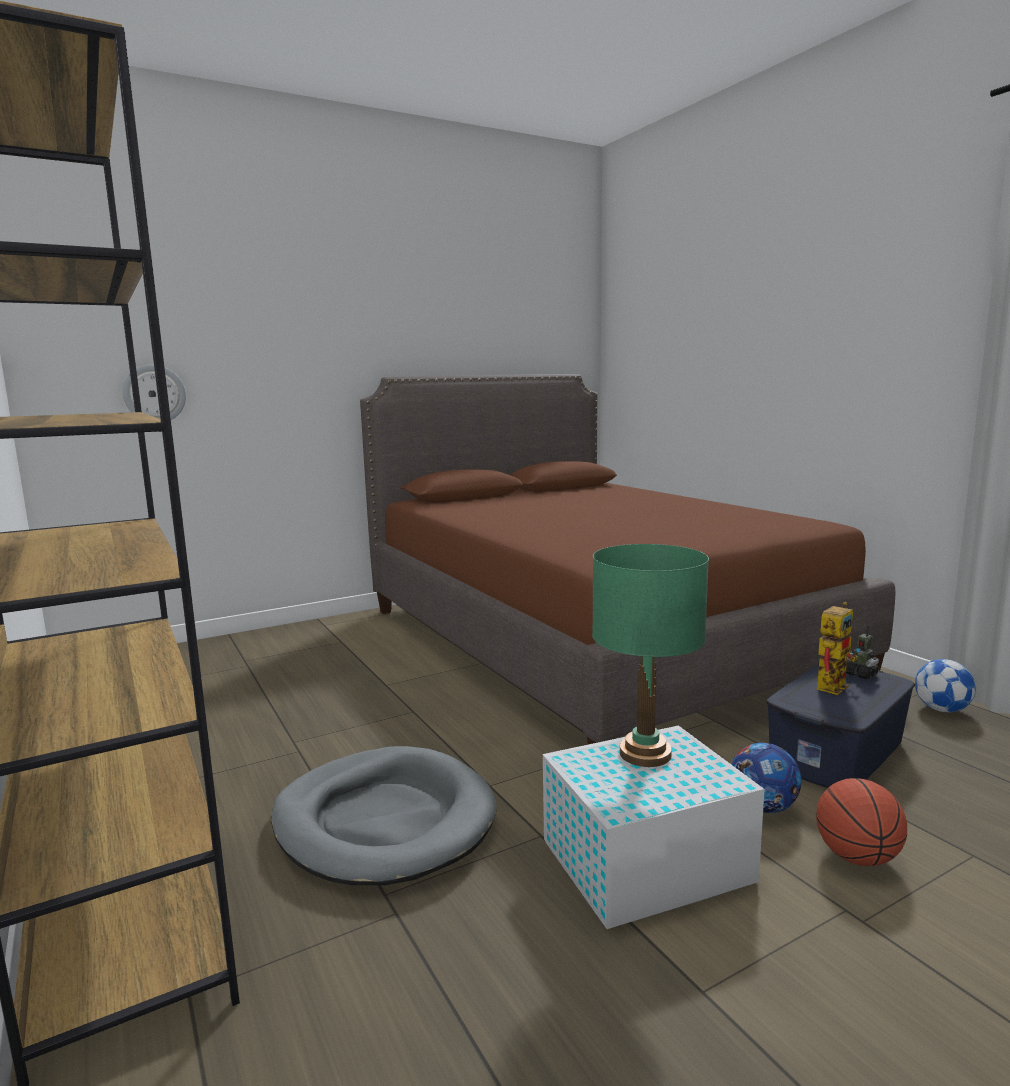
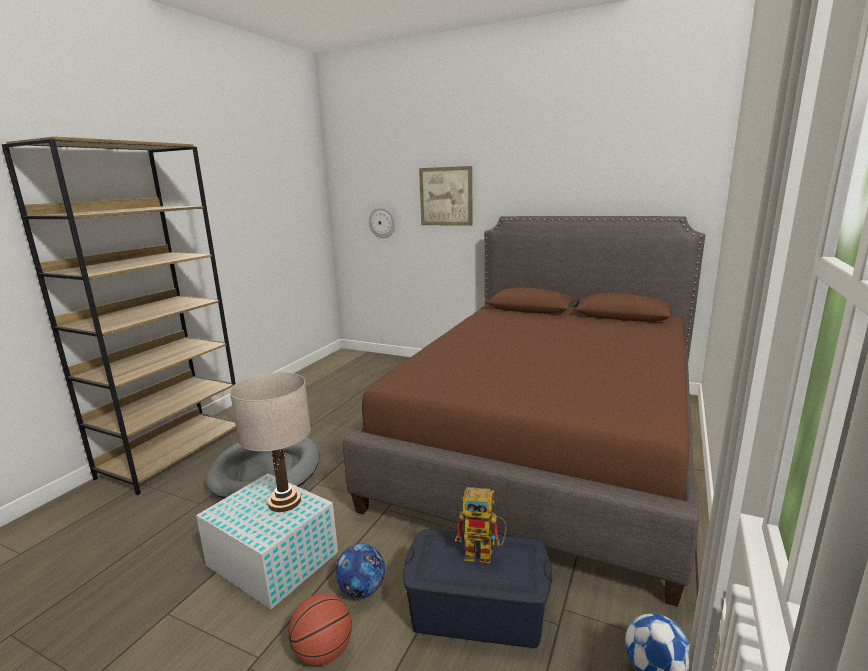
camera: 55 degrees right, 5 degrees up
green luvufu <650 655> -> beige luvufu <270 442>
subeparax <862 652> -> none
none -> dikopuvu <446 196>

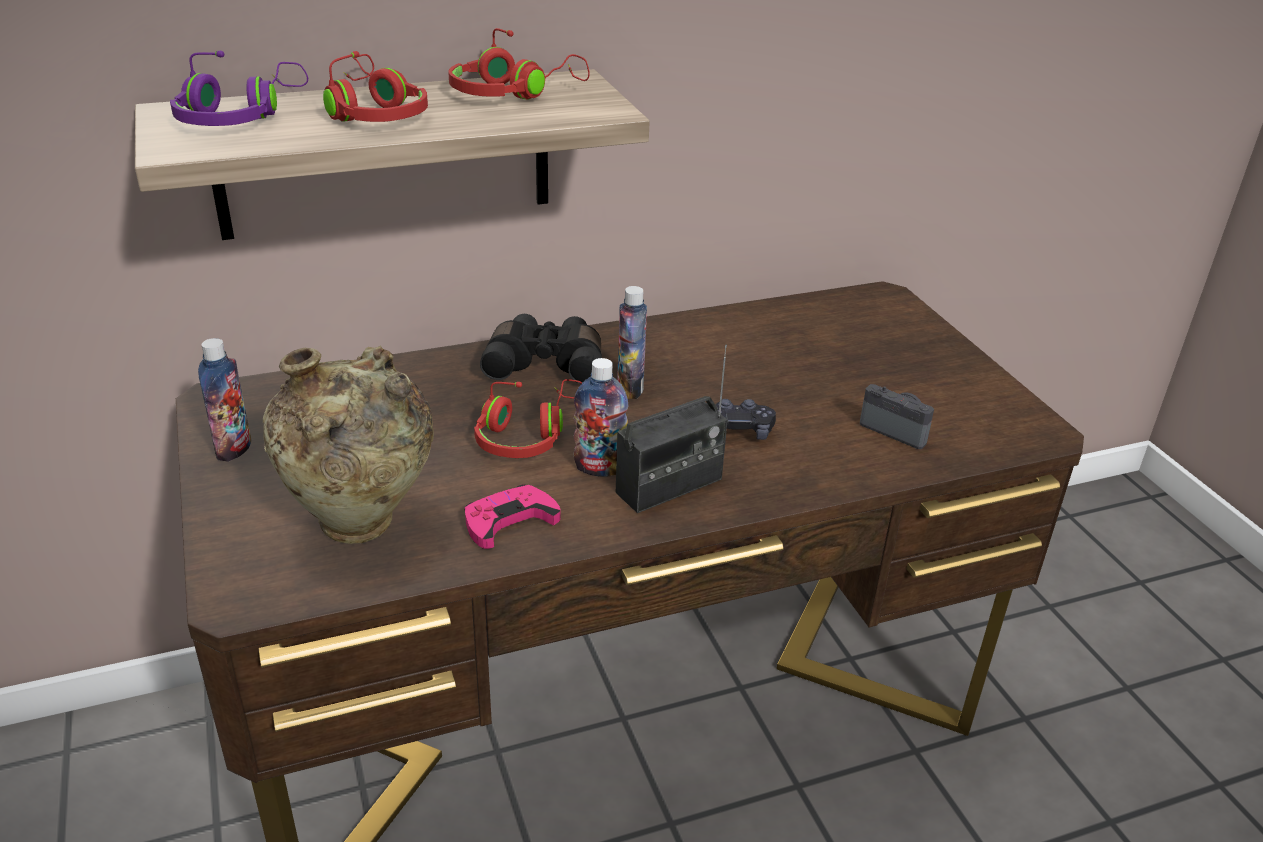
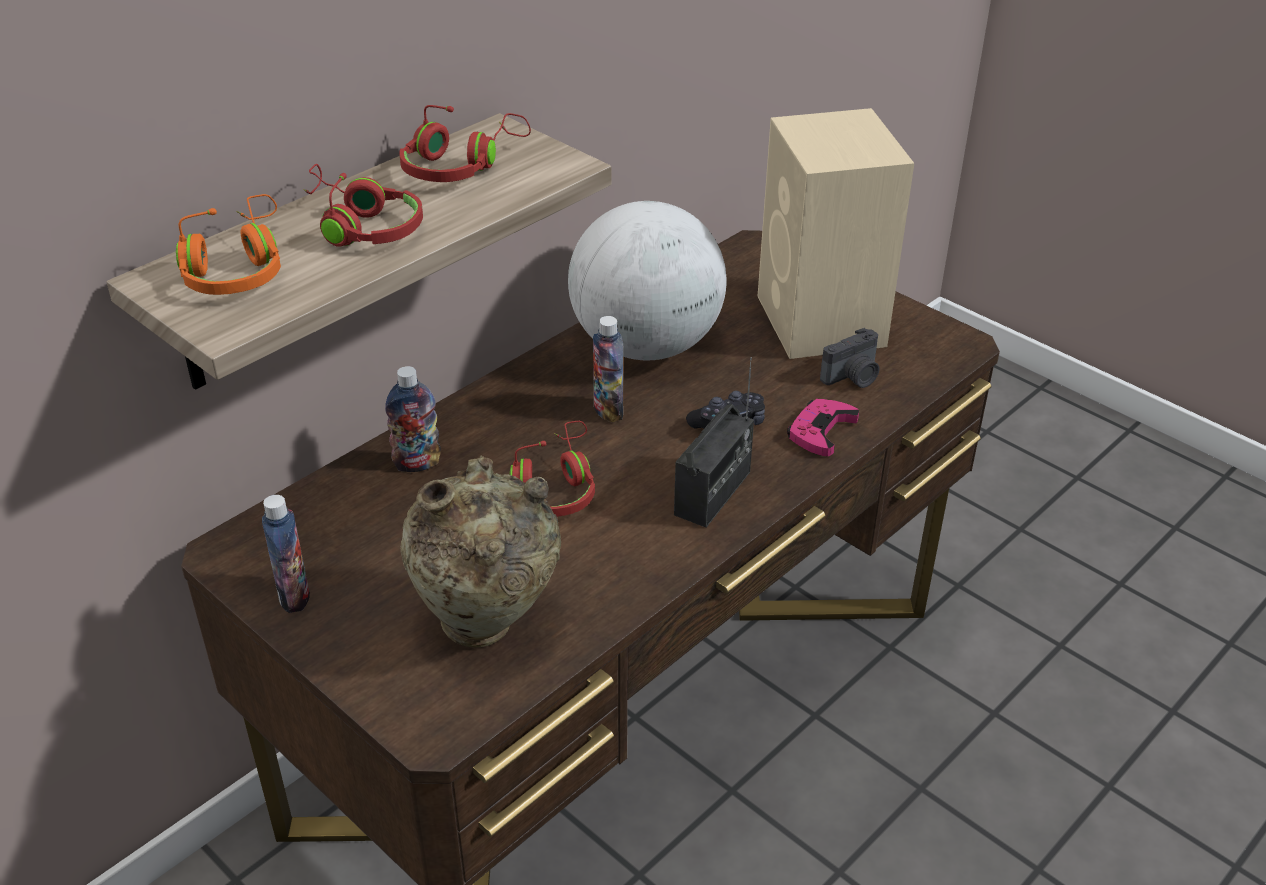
camera: 25 degrees left, 5 degrees up
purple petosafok <239 88> -> orange petosafok <228 244>
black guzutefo <541 349> -> none
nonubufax <601 417> -> nonubufax <413 419>, moved
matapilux <897 416> -> matapilux <849 358>, 135 degrees clockwise
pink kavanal <512 516> -> pink kavanal <823 427>, moved
none -> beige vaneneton <835 233>
none -> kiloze <647 280>

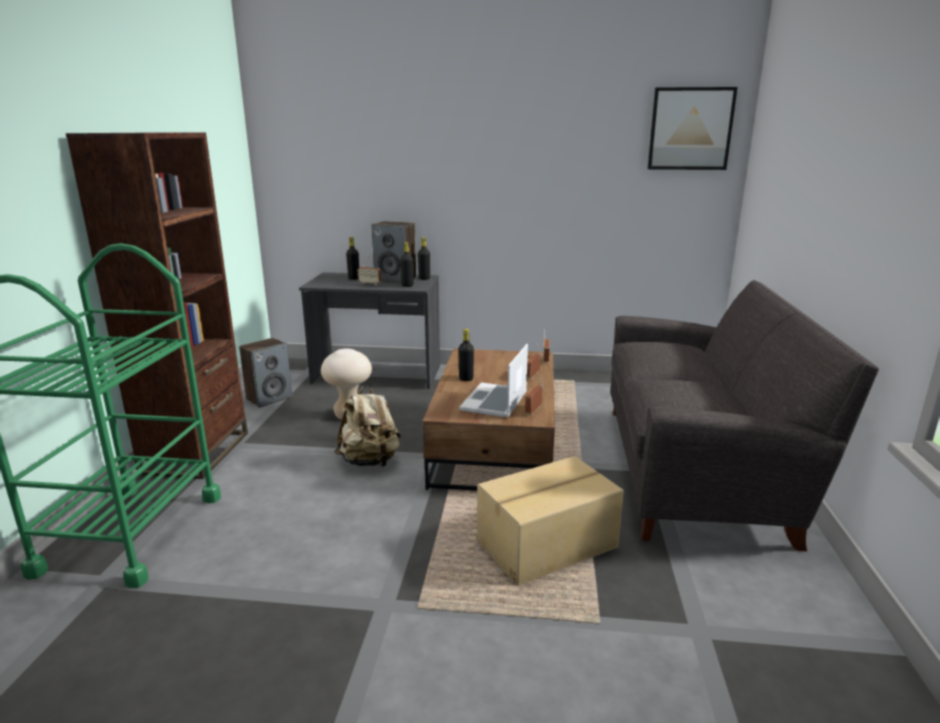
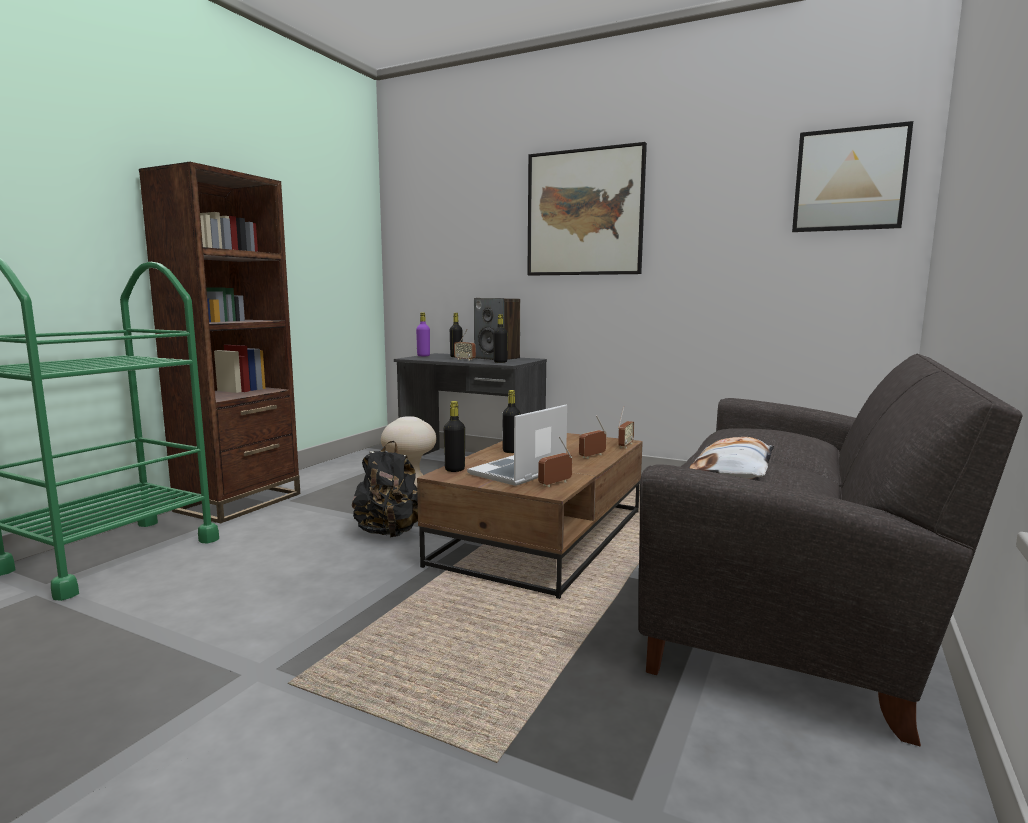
camera: 20 degrees right, 10 degrees down
black nonubufax <424 258> -> black nonubufax <454 436>, moved
vaneneton <265 373> -> none
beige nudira <368 425> -> black nudira <385 489>
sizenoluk <550 520> -> none
none -> dikopuvu <587 209>
none -> purple nonubufax <423 334>
none -> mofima <732 458>

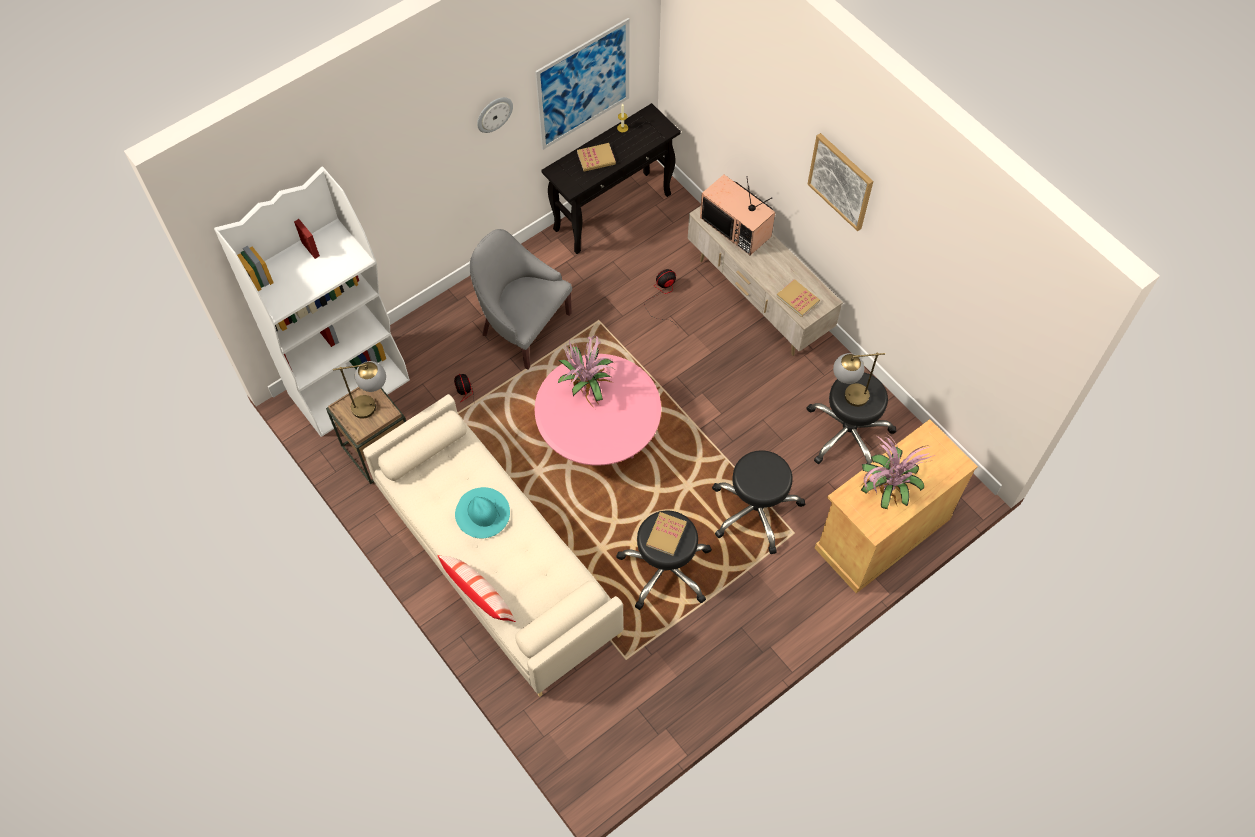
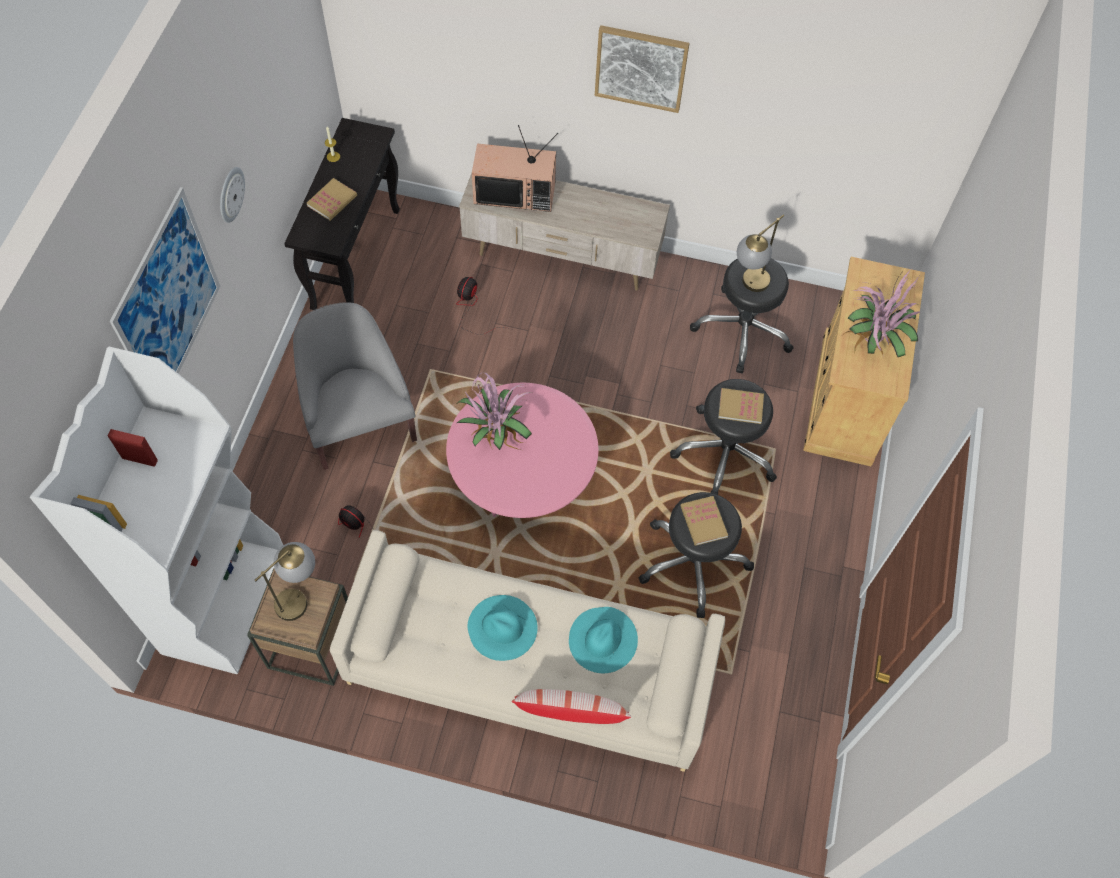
camera: 40 degrees left, 0 degrees up
dikopuvu <582 84> -> dikopuvu <165 280>, moved
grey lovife <521 299> -> grey lovife <355 386>, 75 degrees clockwise
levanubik <798 298> -> levanubik <741 406>, moved
none -> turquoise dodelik <603 640>

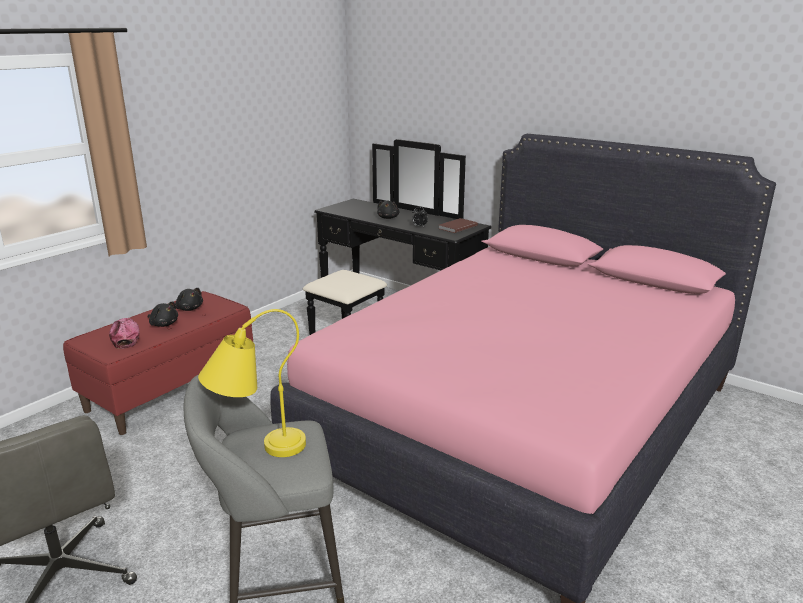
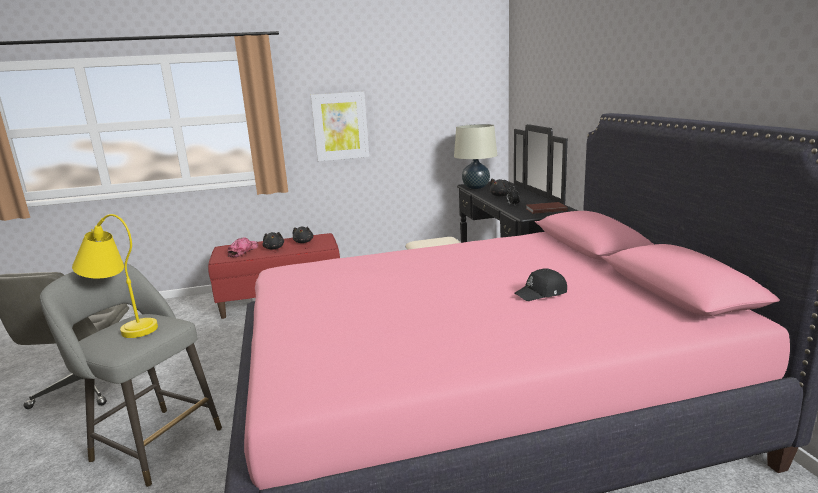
camera: 40 degrees right, 5 degrees down
none -> dikopuvu <340 126>
none -> beige luvufu <475 156>
none -> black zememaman <540 284>

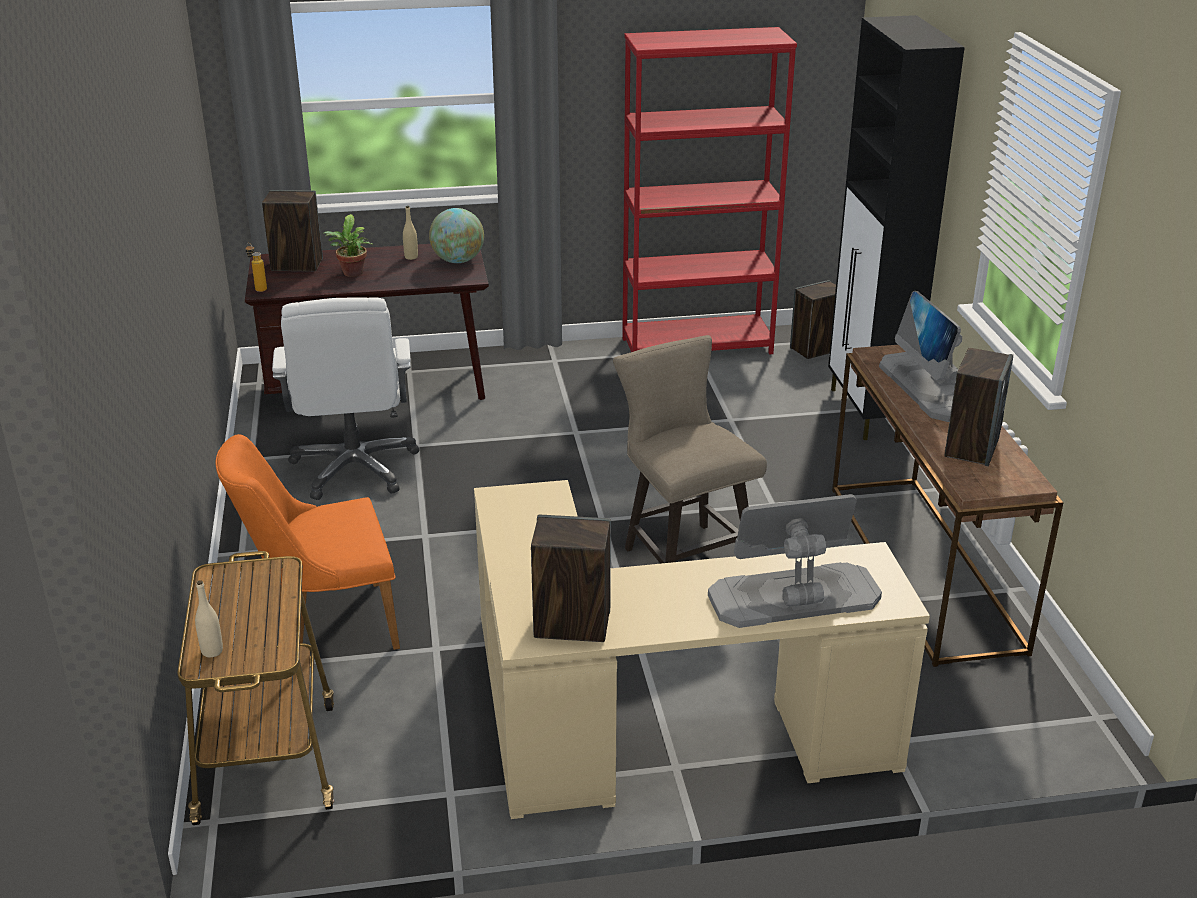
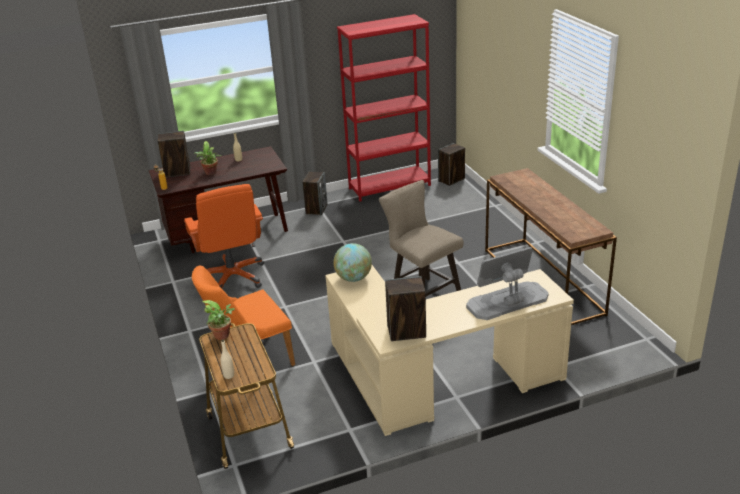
camera: 10 degrees left, 0 degrees up
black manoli <896 227> -> none
kiloze <456 235> -> kiloze <352 262>, moved
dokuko <920 356> -> none
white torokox <346 398> -> orange torokox <224 236>
vaneneton <978 407> -> vaneneton <314 193>, moved
none -> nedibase <218 320>

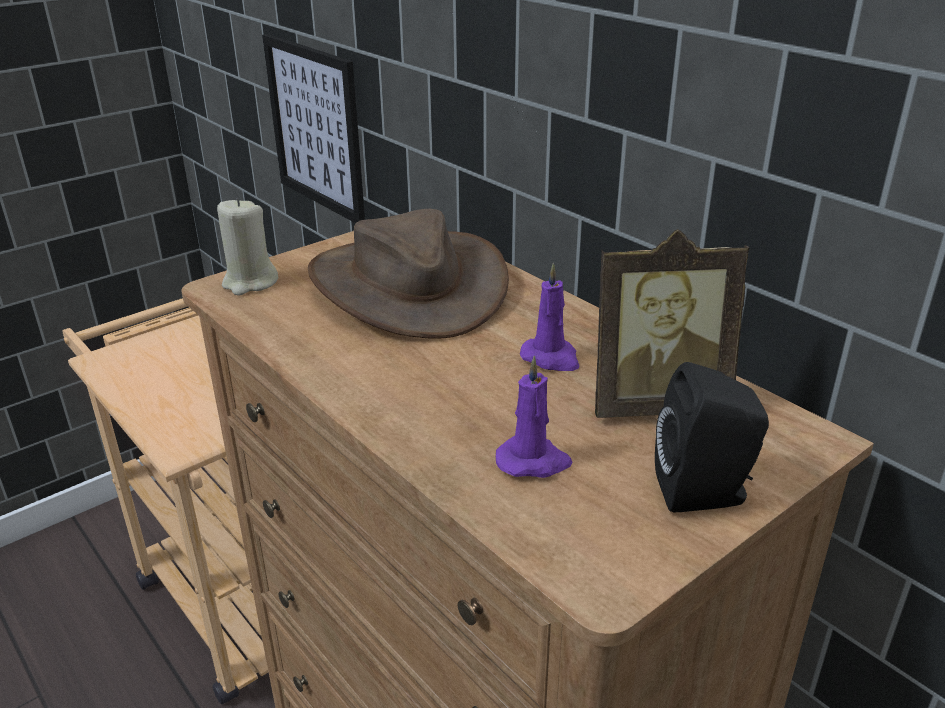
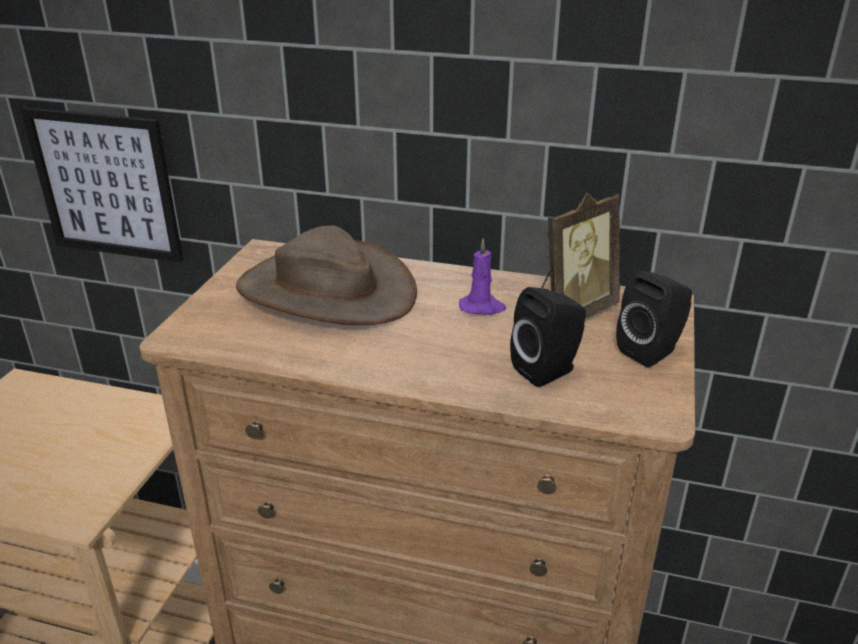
camera: 35 degrees left, 0 degrees up
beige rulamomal <247 246> -> none
purple rulamomal <534 416> -> black vaneneton <548 337>

